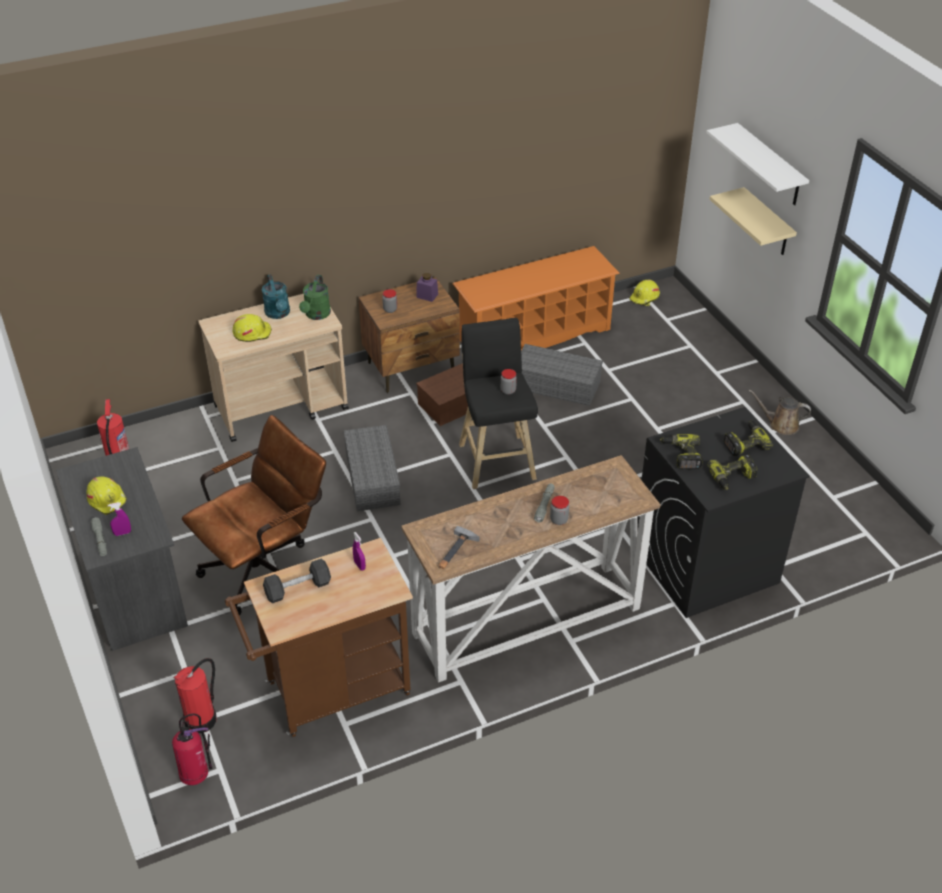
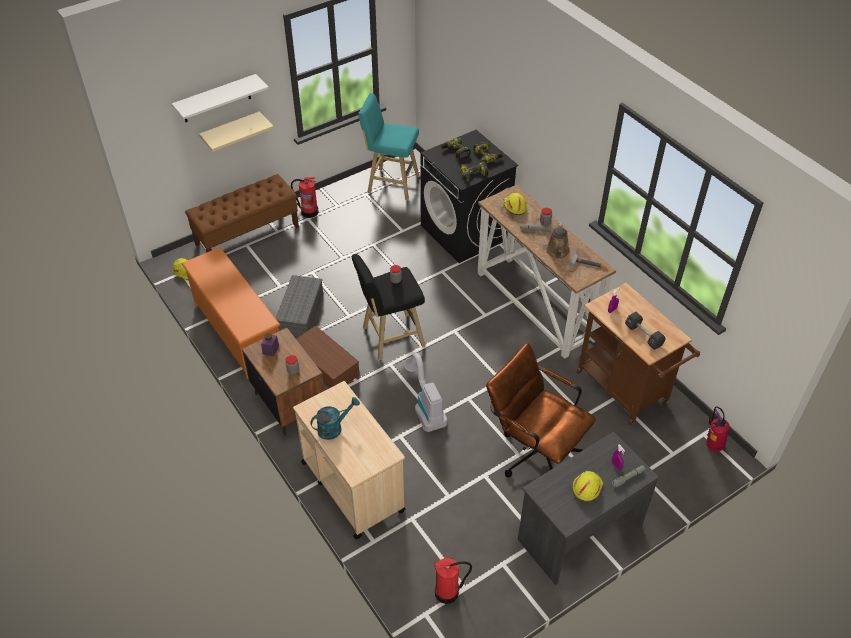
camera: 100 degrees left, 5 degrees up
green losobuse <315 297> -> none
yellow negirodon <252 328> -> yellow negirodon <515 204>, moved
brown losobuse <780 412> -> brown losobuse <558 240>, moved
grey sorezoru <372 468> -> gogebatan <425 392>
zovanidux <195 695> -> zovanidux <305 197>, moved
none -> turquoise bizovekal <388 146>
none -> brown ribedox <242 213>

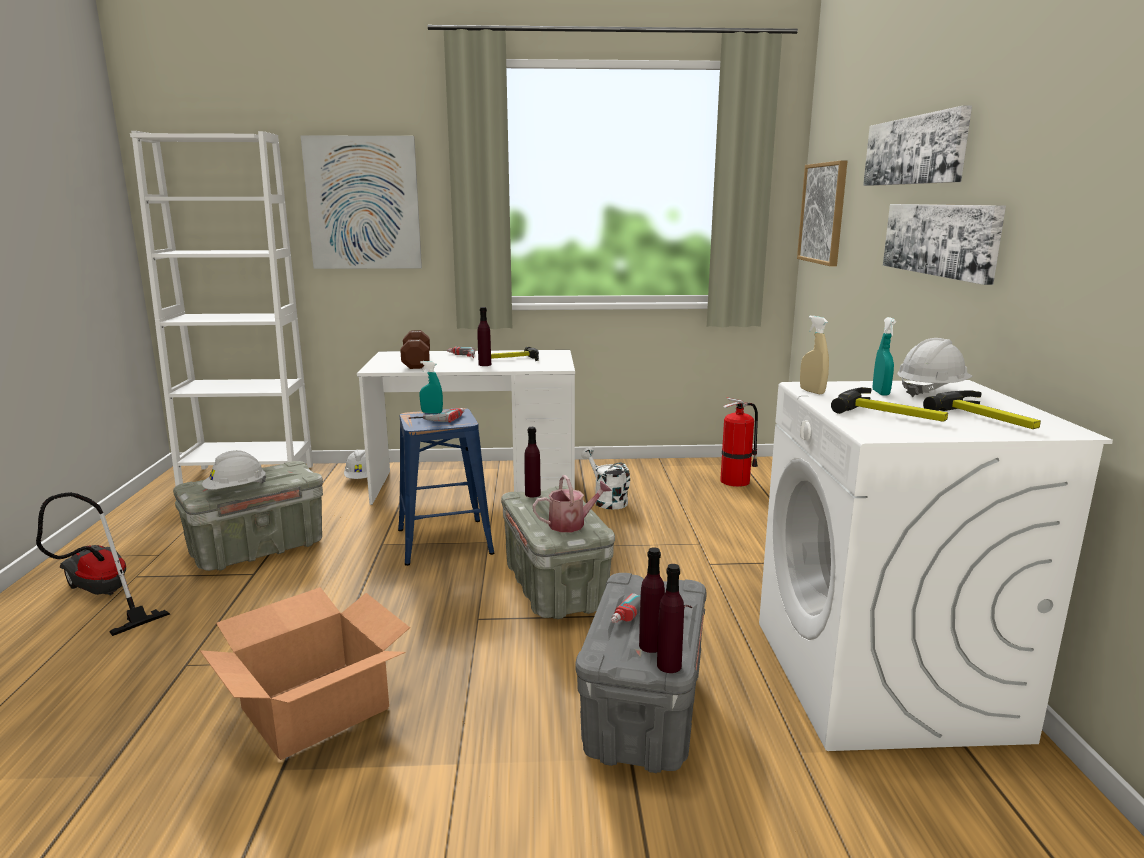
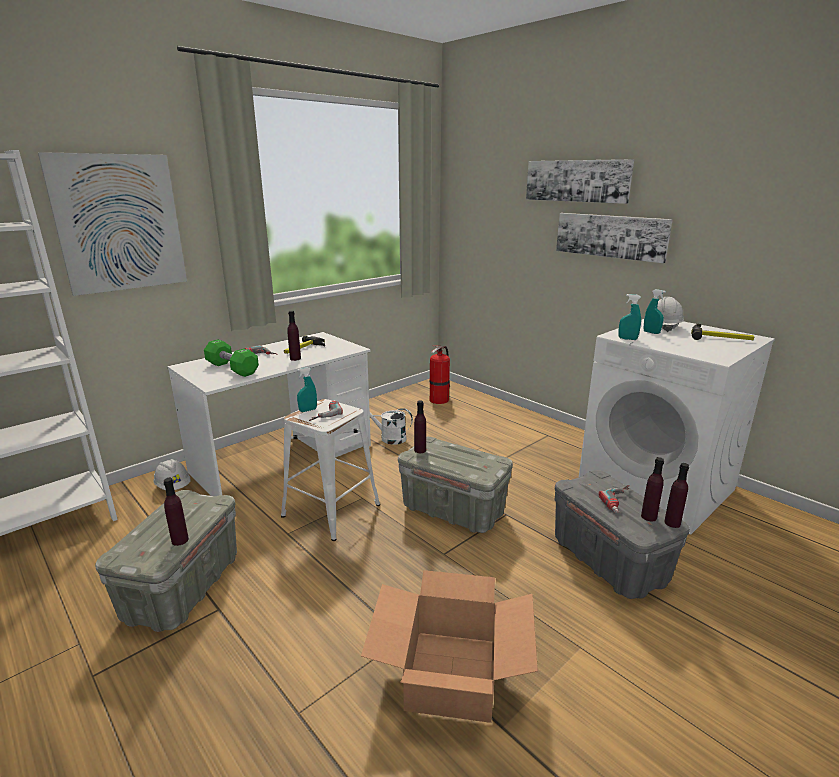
camera: 40 degrees left, 5 degrees up
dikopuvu <822 213> -> none
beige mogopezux <814 355> -> turquoise mogopezux <629 317>
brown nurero <415 349> -> green nurero <231 358>
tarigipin <889 404> -> none
blue bizovekal <446 487> -> white bizovekal <330 470>
white negirodon <234 470> -> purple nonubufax <176 512>
losobuse <572 503> -> none
gogebatan <103 564> -> none

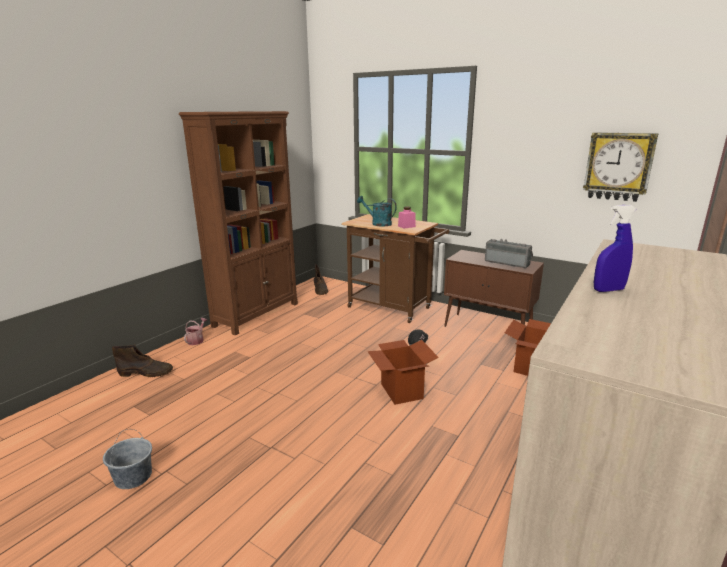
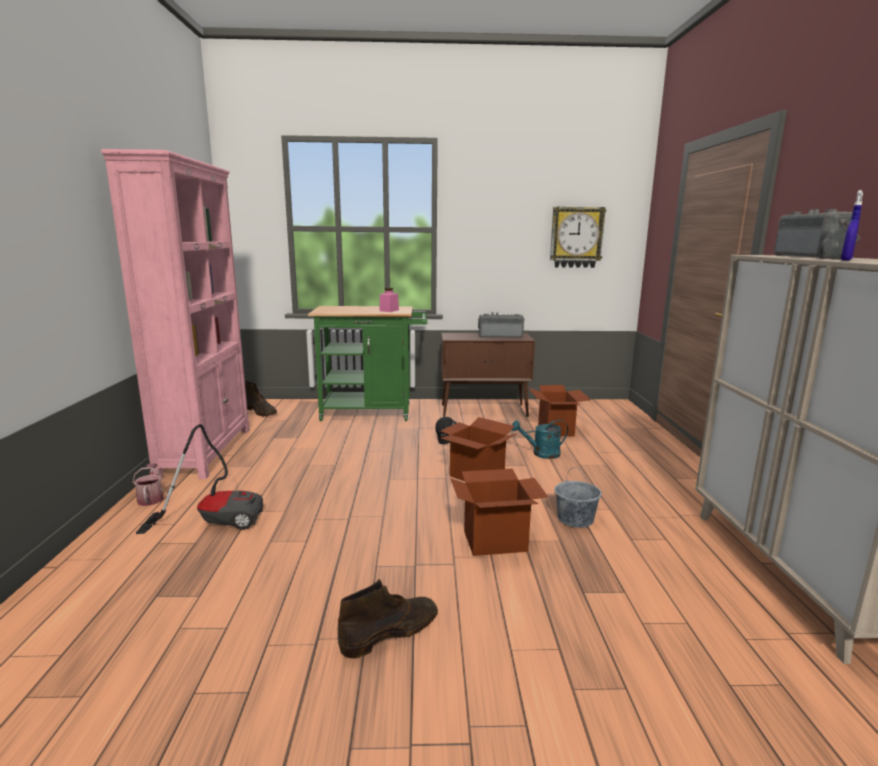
camera: 35 degrees left, 5 degrees down
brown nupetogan <238 223> -> pink nupetogan <175 314>
turquoise losobuse <377 211> -> turquoise losobuse <540 439>, moved
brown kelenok <395 268> -> green kelenok <368 363>
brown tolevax <142 360> -> brown tolevax <388 619>, moved
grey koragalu <127 459> -> grey koragalu <578 498>, moved
none -> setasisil <817 234>
none -> gogebatan <199 479>
none -> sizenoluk <499 512>

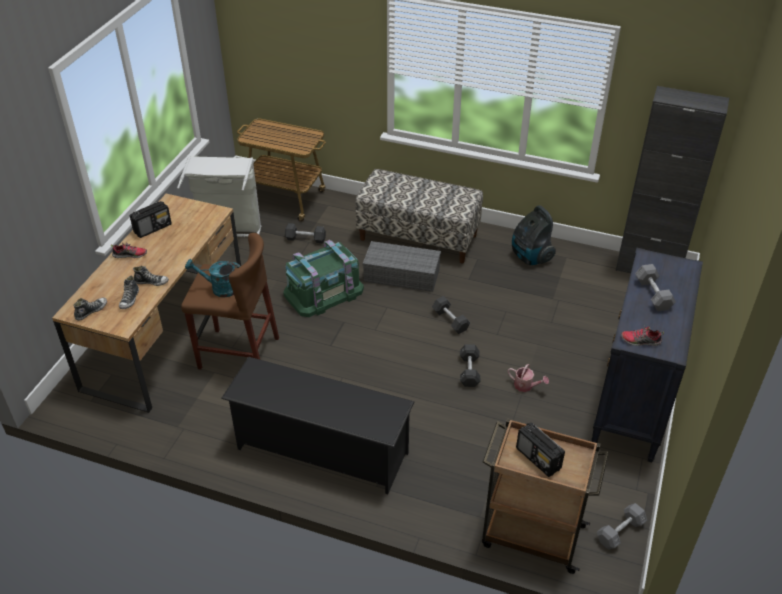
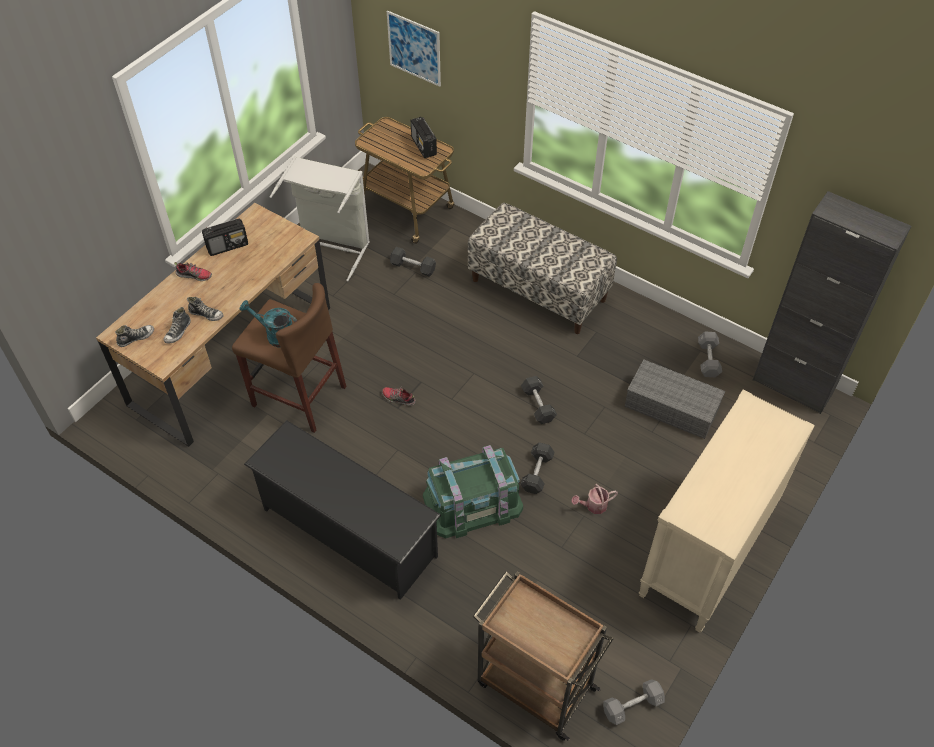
camera: 15 degrees right, 10 degrees up
gogebatan <534 235> -> none
green sorezoru <323 278> -> green sorezoru <473 491>, moved
grey sorezoru <402 266> -> grey sorezoru <675 399>, moved
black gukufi <647 355> -> beige gukufi <726 511>
grey nurero <655 287> -> grey nurero <710 354>, moved
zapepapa <642 335> -> zapepapa <399 396>, moved
losobuse <528 378> -> losobuse <594 499>, 120 degrees clockwise
setasisil <540 449> -> setasisil <424 137>, moved
none -> dikopuvu <414 49>

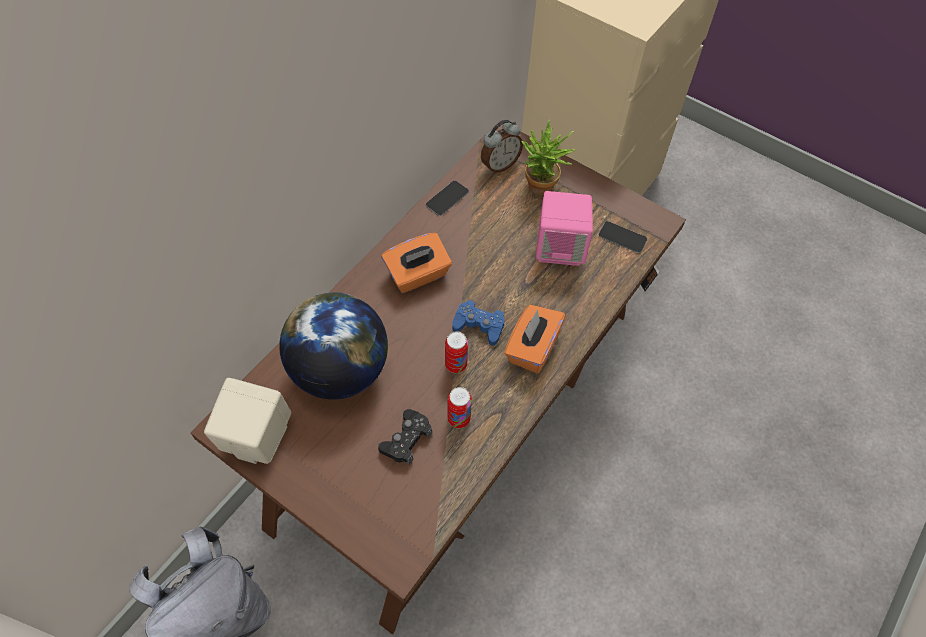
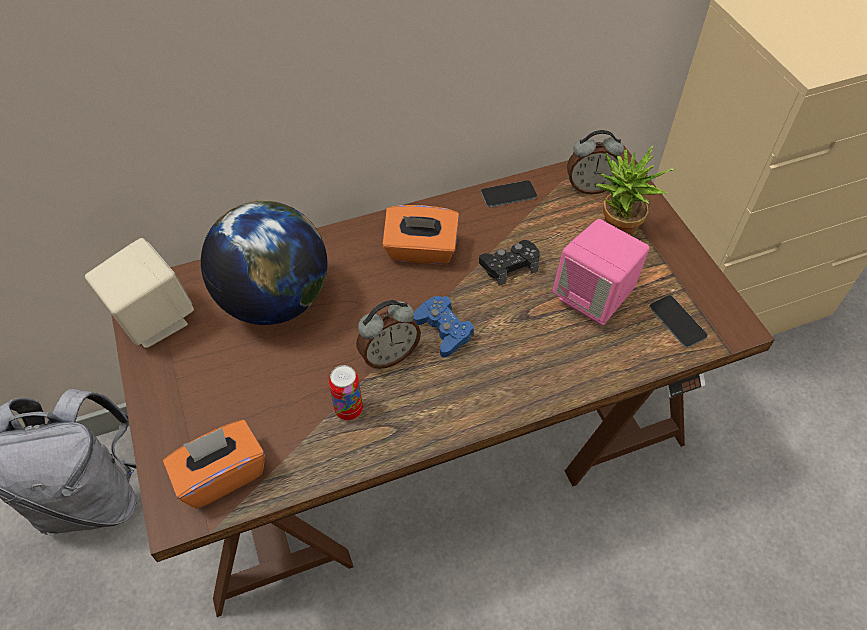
camera: 35 degrees right, 5 degrees down
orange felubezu <535 339> -> orange felubezu <214 464>, moved
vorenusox <456 352> -> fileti <389 334>
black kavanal <405 437> -> black kavanal <509 262>, moved

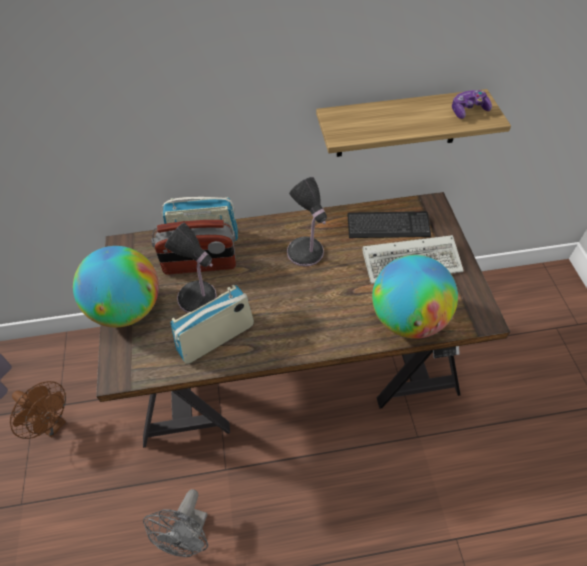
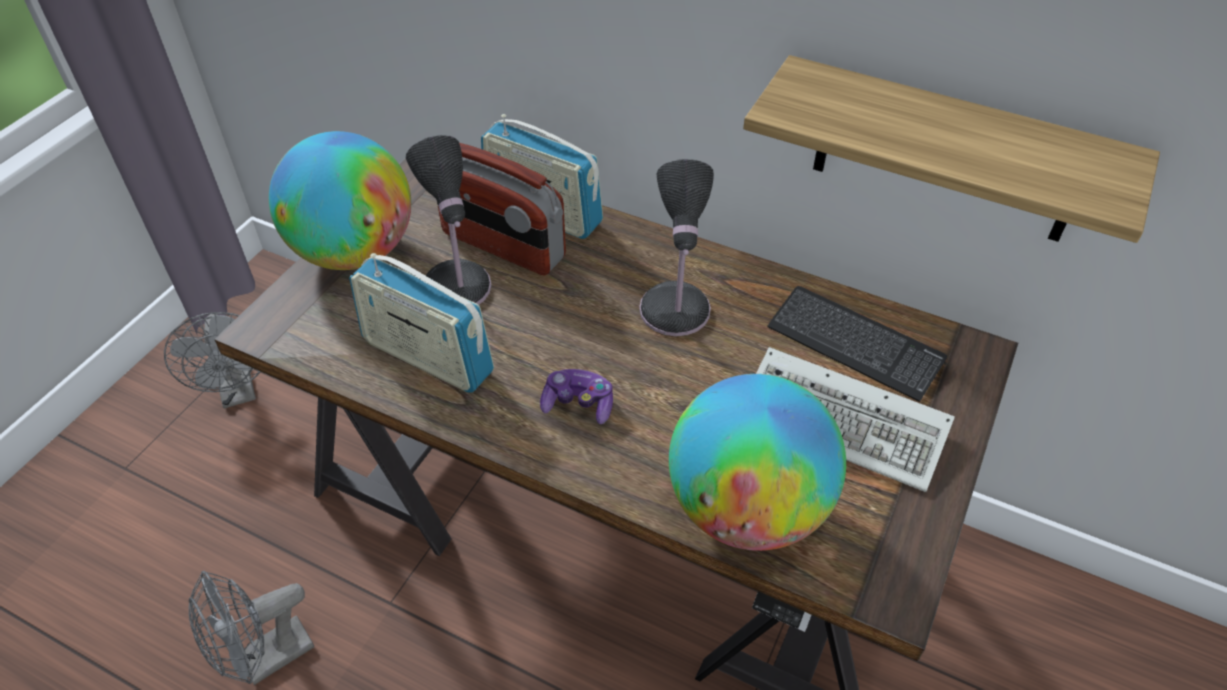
camera: 35 degrees right, 5 degrees down
kavanal <472 104> -> kavanal <576 396>, moved
setasisil <212 324> -> setasisil <421 323>, 150 degrees counterclockwise
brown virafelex <38 410> -> grey virafelex <212 360>

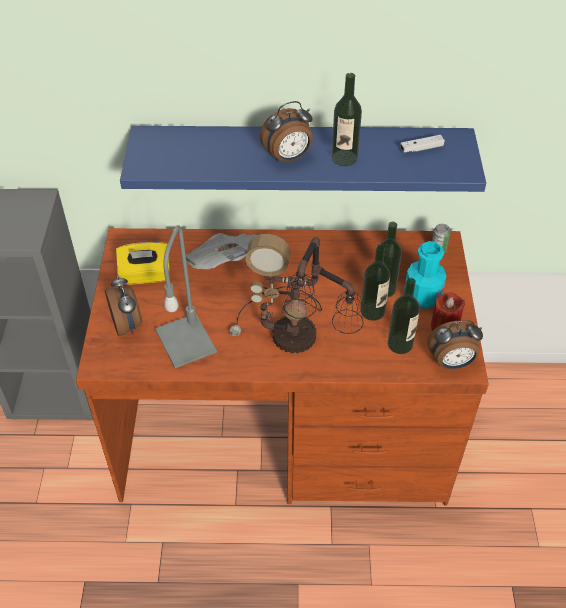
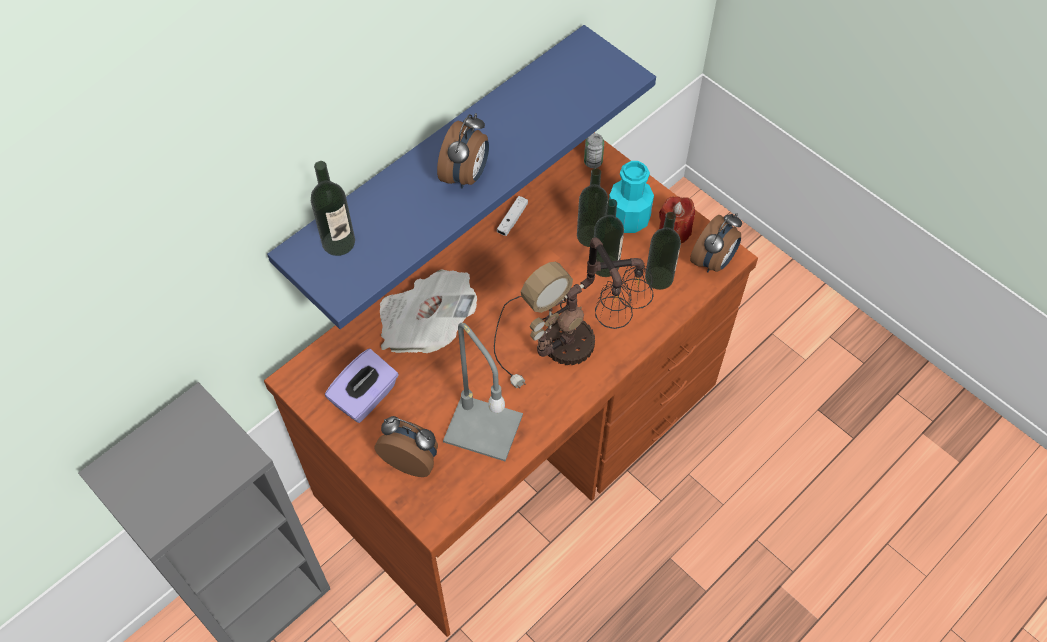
camera: 45 degrees left, 10 degrees up
nonubufax <347 119> -> nonubufax <333 208>, moved
white kavanal <422 144> -> white kavanal <512 216>, moved
yellow felubezu <143 263> -> purple felubezu <362 386>

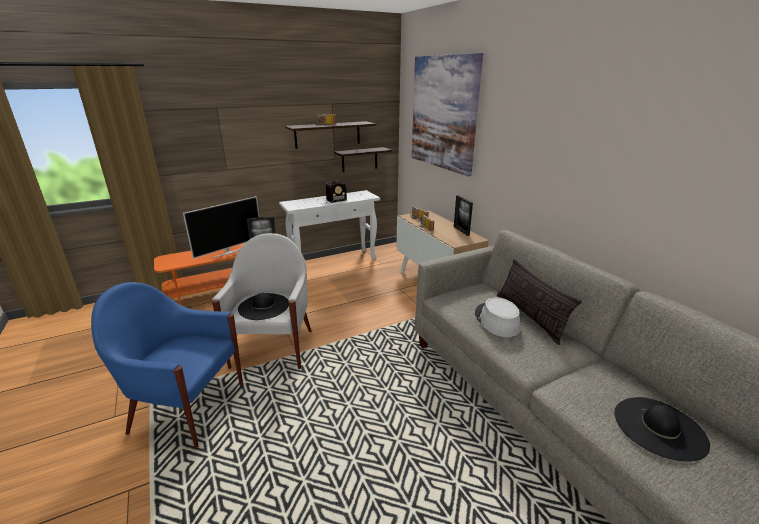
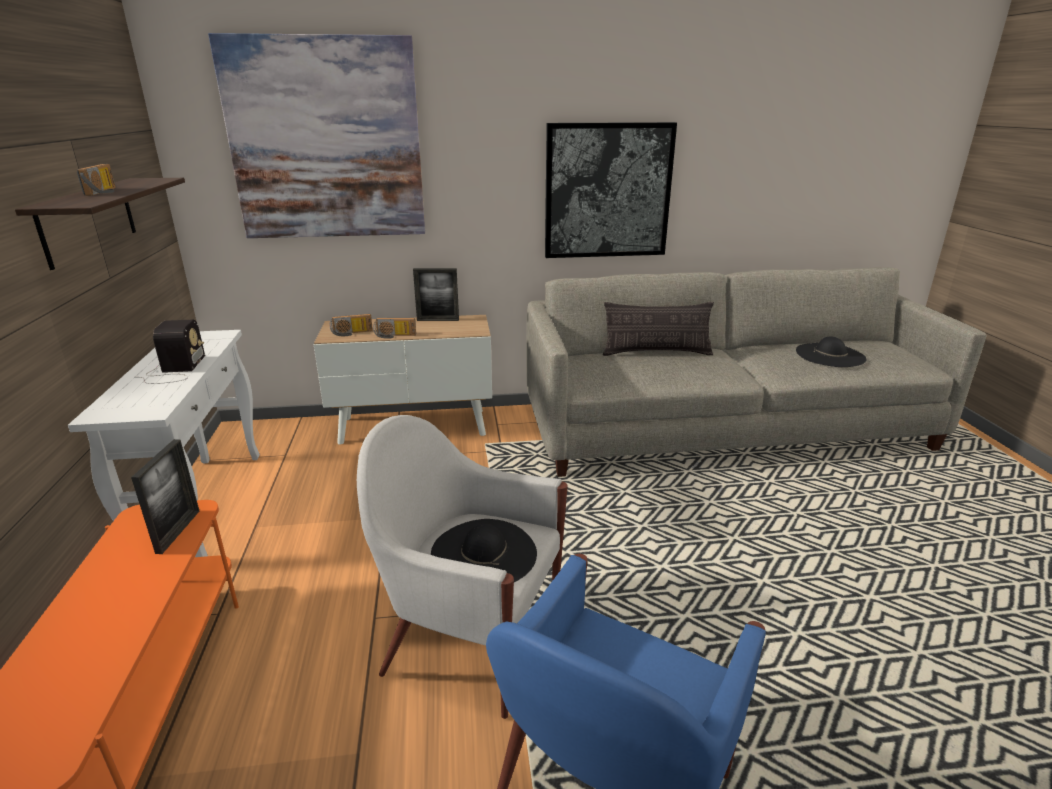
camera: 70 degrees left, 0 degrees up
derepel <363 159> -> none
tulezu <221 227> -> none
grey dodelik <497 317> -> none
none -> dikopuvu <611 190>

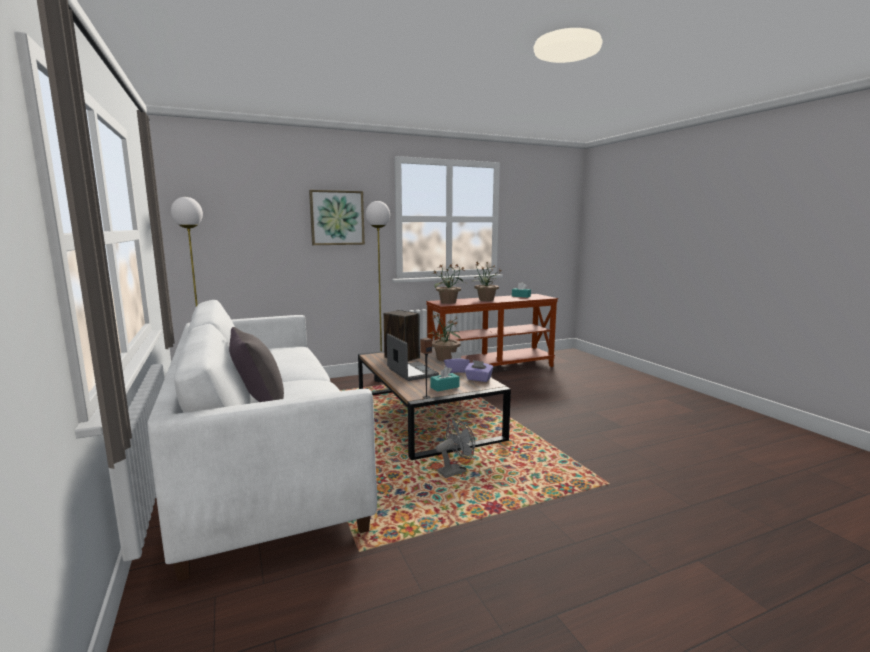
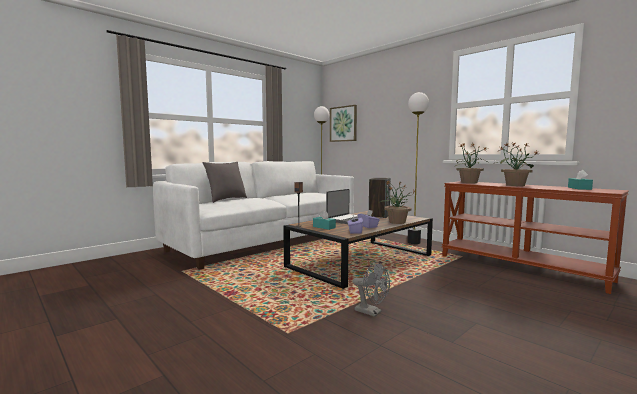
camera: 70 degrees right, 5 degrees down
dikopuvu <337 217> -> dikopuvu <343 123>, moved
grey virafelex <455 448> -> grey virafelex <371 289>, moved

